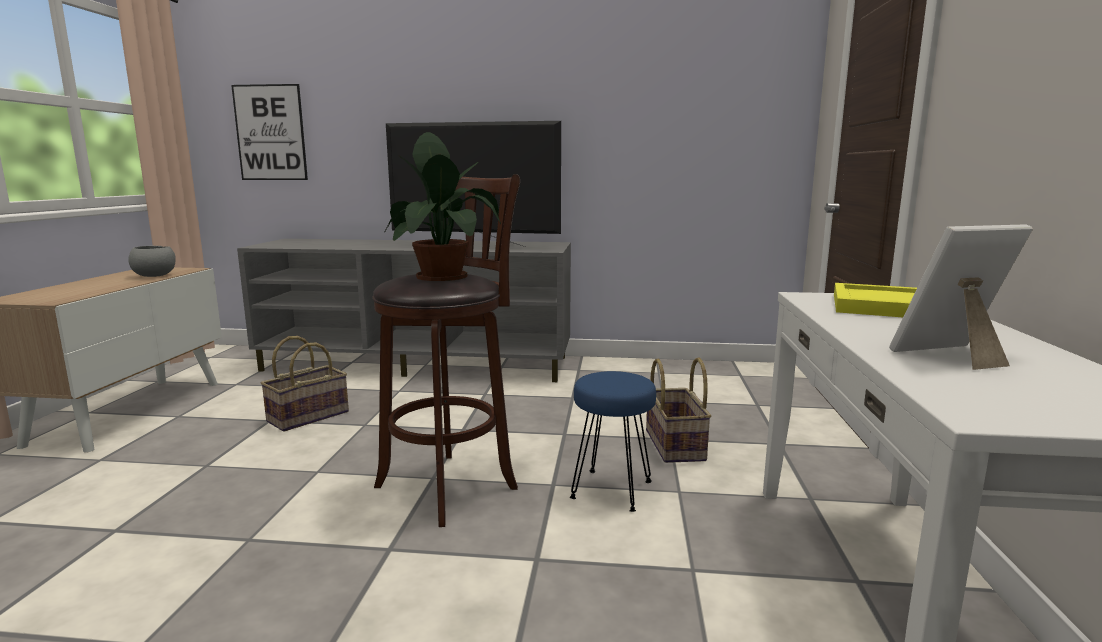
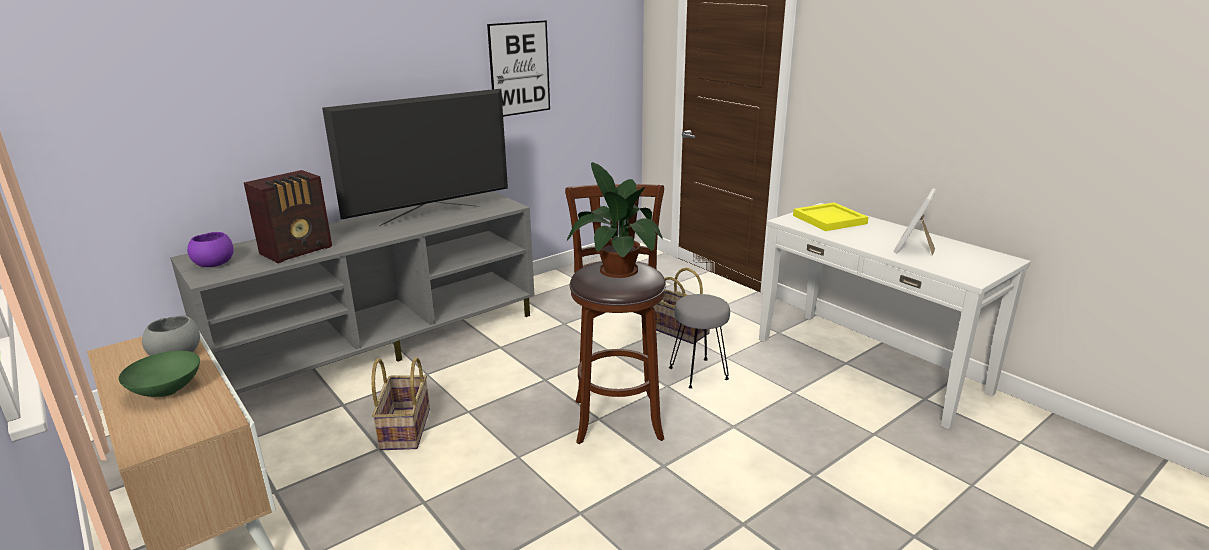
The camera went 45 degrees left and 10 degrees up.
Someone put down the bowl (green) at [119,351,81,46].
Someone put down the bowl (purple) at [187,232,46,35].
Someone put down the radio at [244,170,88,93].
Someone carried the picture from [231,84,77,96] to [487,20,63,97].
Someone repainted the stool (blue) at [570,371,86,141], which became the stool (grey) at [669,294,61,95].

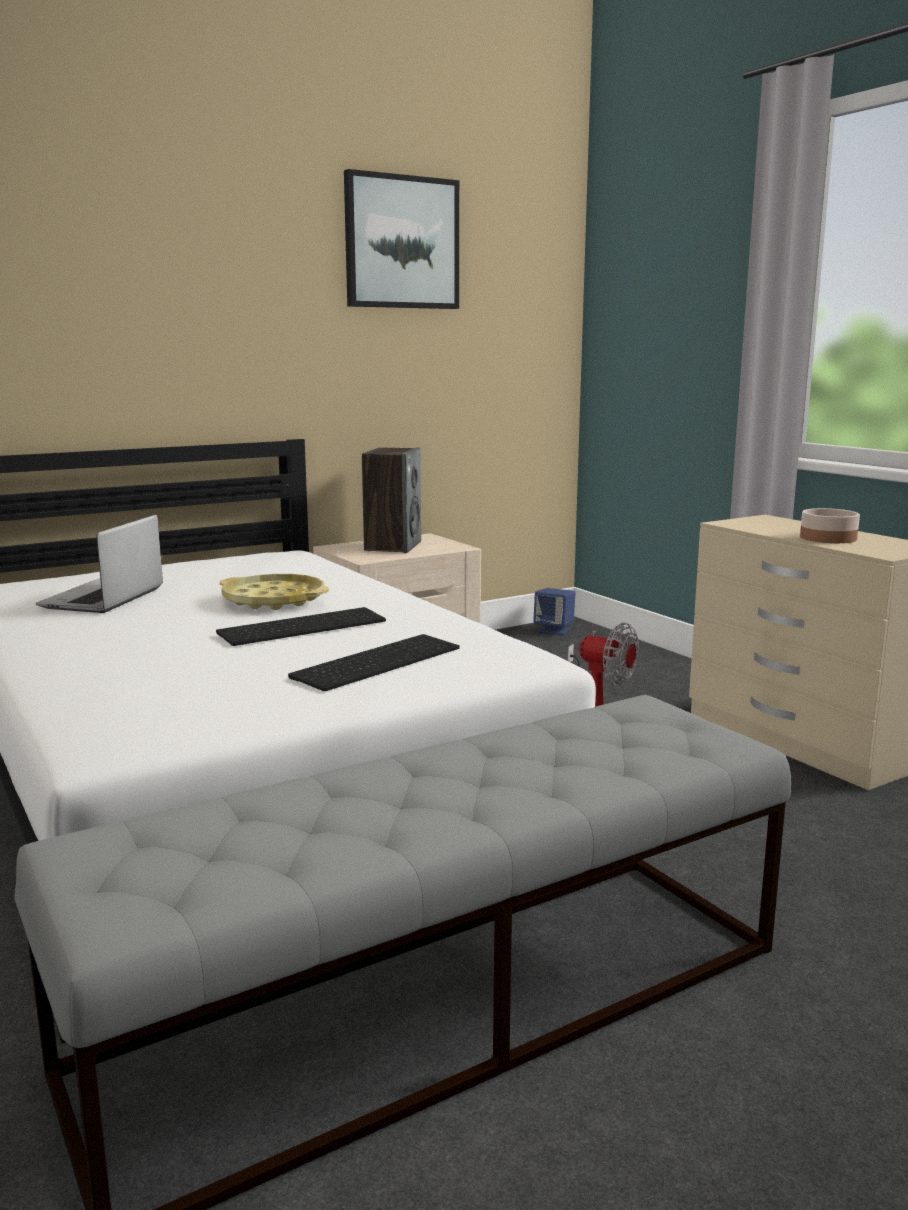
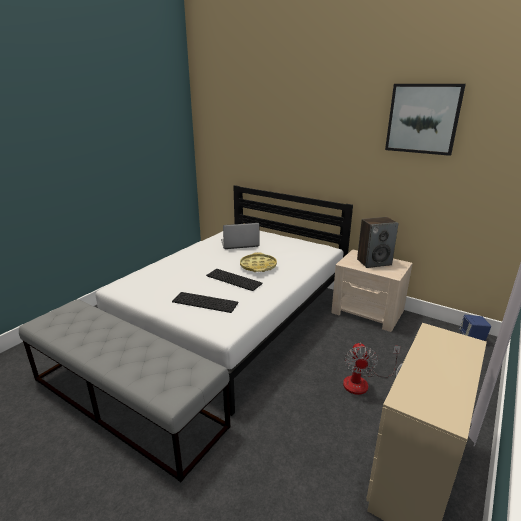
The camera went 65 degrees right and 10 degrees up.
Someone took away the bowl at [800,508,60,35].

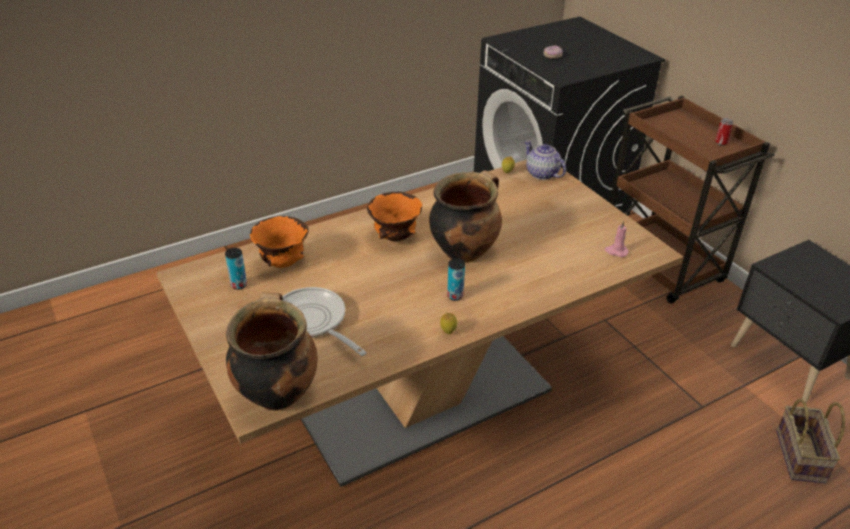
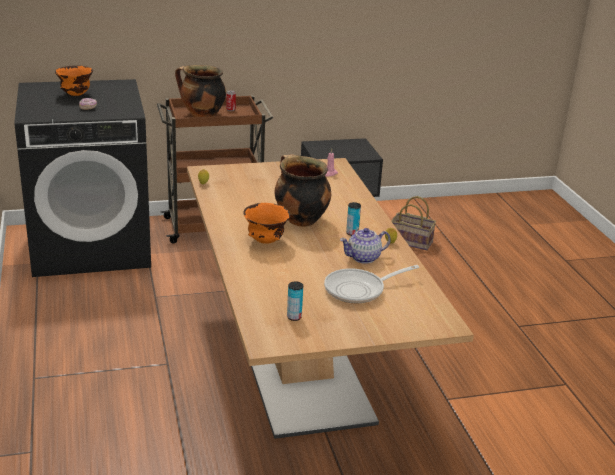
The camera went 75 degrees left and 10 degrees down.
Someone carried the bowl (orange) from [250,216,58,52] to [55,65,38,31].
Someone carried the cooking pot from [226,292,92,119] to [175,65,51,52].
Someone carried the teapot from [524,141,42,39] to [340,228,51,36].

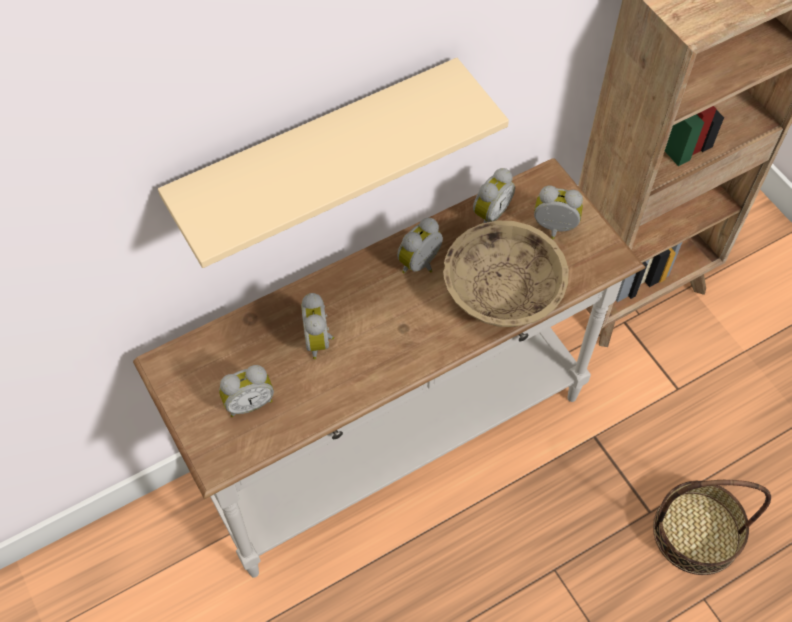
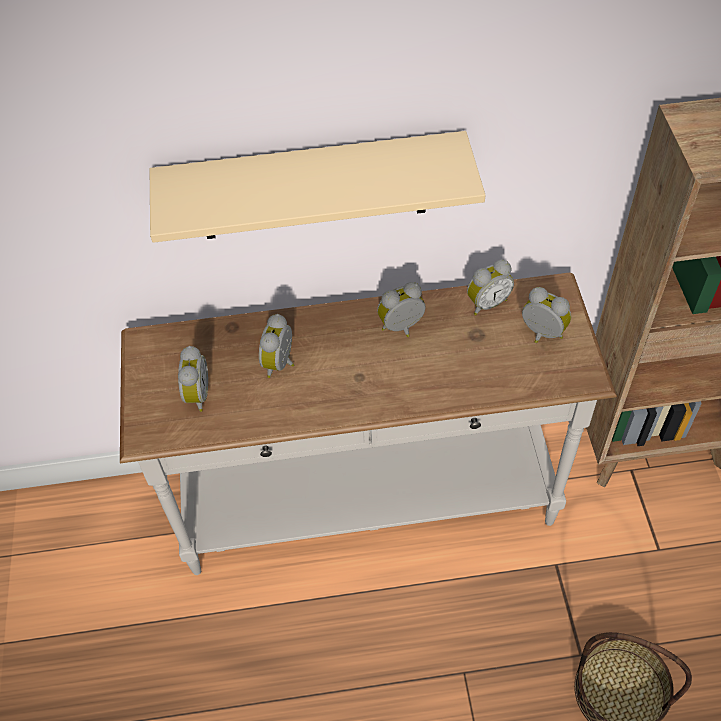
The camera went 25 degrees right and 5 degrees down.
Someone rotated the alarm clock at [219,365,55,52] by 90 degrees counterclockwise.
Someone took away the bowl (beige) at [443,221,126,106].

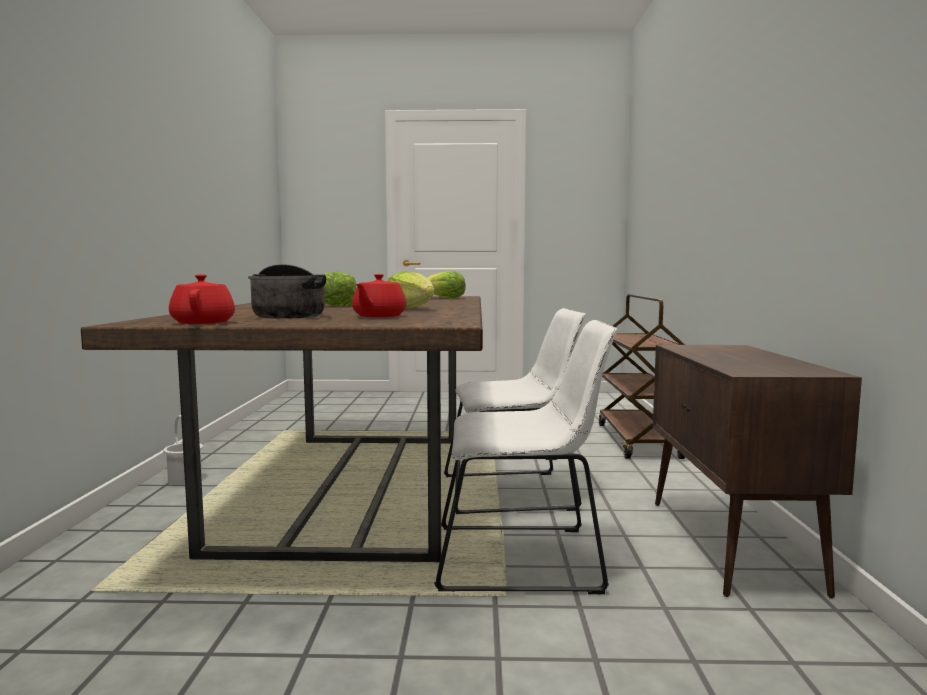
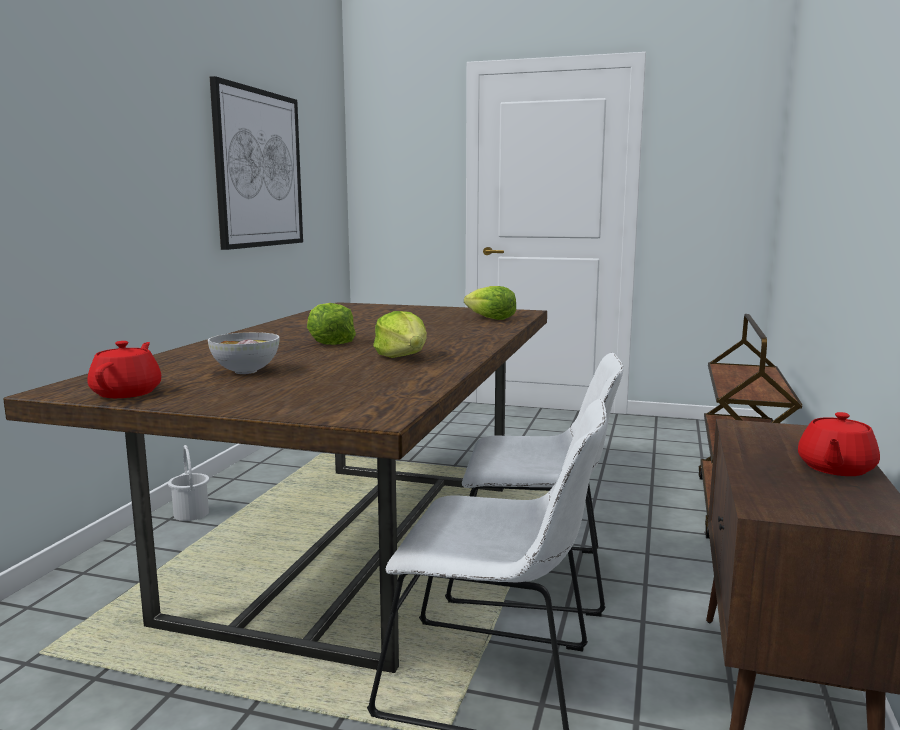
The camera went 15 degrees right and 5 degrees up.
Someone swapped the cooking pot at [248,264,78,55] for the bowl at [208,332,71,42].
Someone put up the picture at [210,76,93,174].
Someone carried the teapot (red) from [352,274,54,43] to [798,412,82,64].

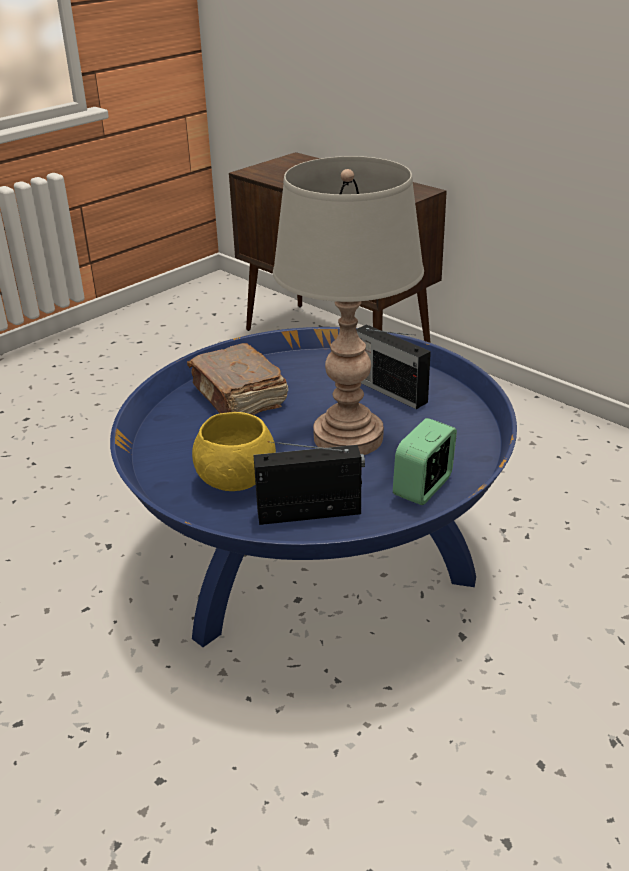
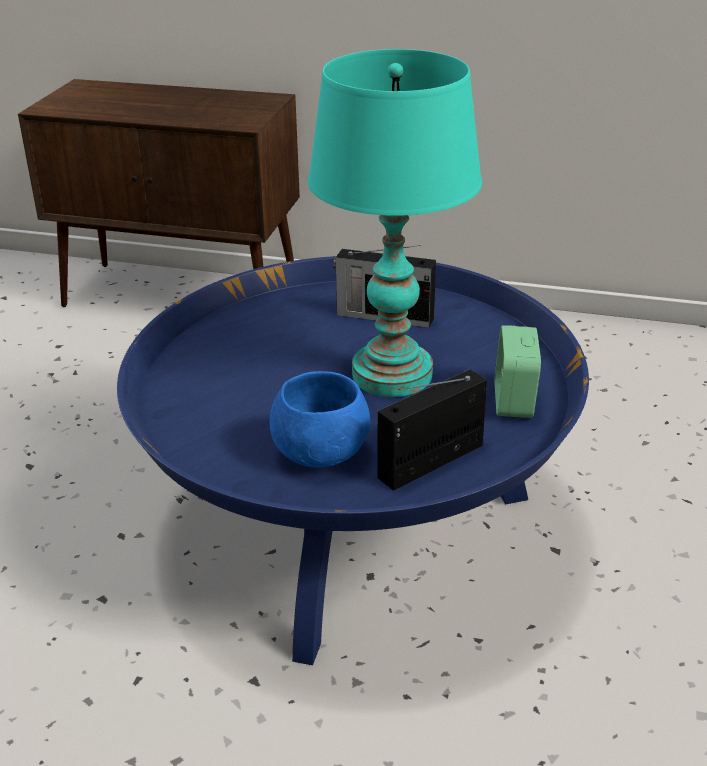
The camera went 30 degrees left and 0 degrees up.
Someone repainted the bowl (yellow) at [192,412,84,79], which became the bowl (blue) at [270,371,101,97].
Someone repainted the table lamp (grey) at [273,156,151,299], which became the table lamp (turquoise) at [308,49,174,348].
Someone took away the book (brown) at [187,343,101,72].

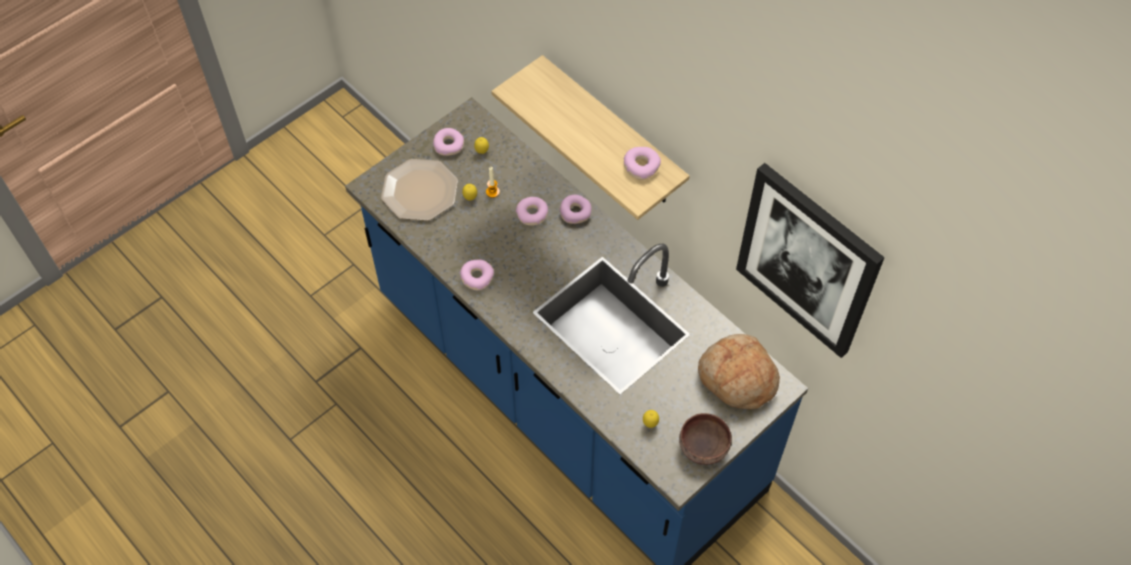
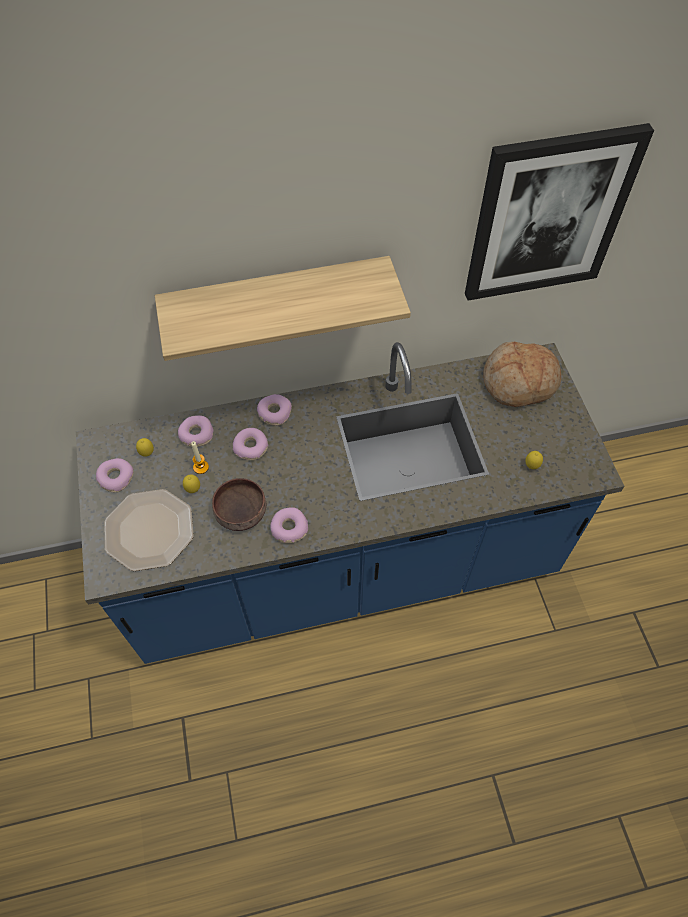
The camera went 60 degrees left and 0 degrees up.
Someone carried the donut from [624,147,37,33] to [178,415,36,32].
Someone carried the bowl (brown) from [679,413,52,52] to [212,478,54,53].

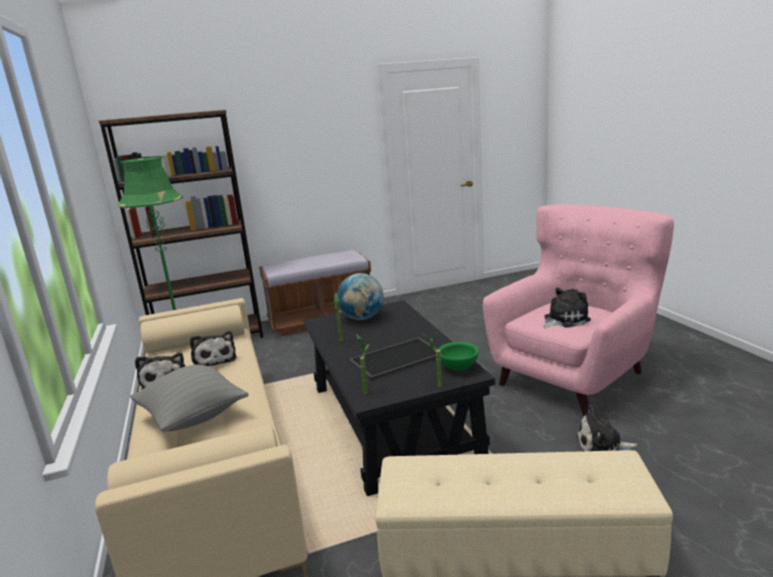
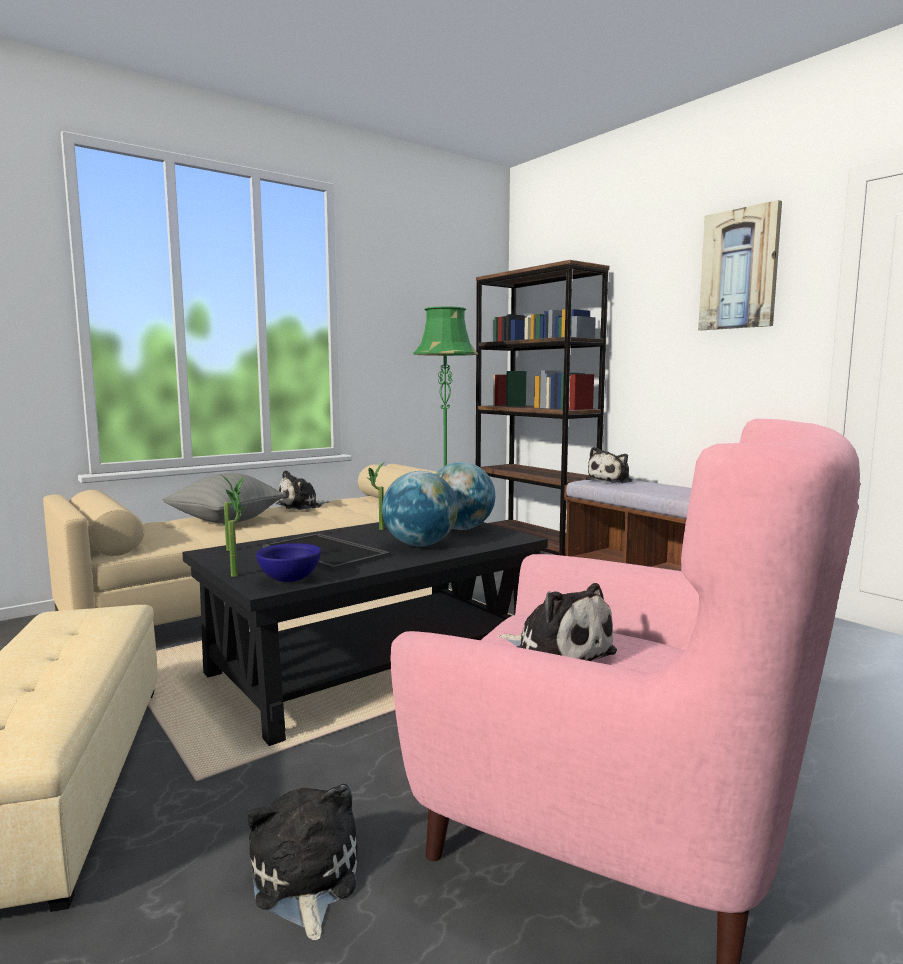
The camera went 70 degrees right and 10 degrees down.
Someone repainted the bowl (green) at [438,342,41,29], which became the bowl (blue) at [256,543,65,39].
Someone put down the globe at [382,471,76,75].
Someone carried the plush toy from [190,331,47,36] to [586,447,47,37].
Someone put up the picture at [698,200,84,130].

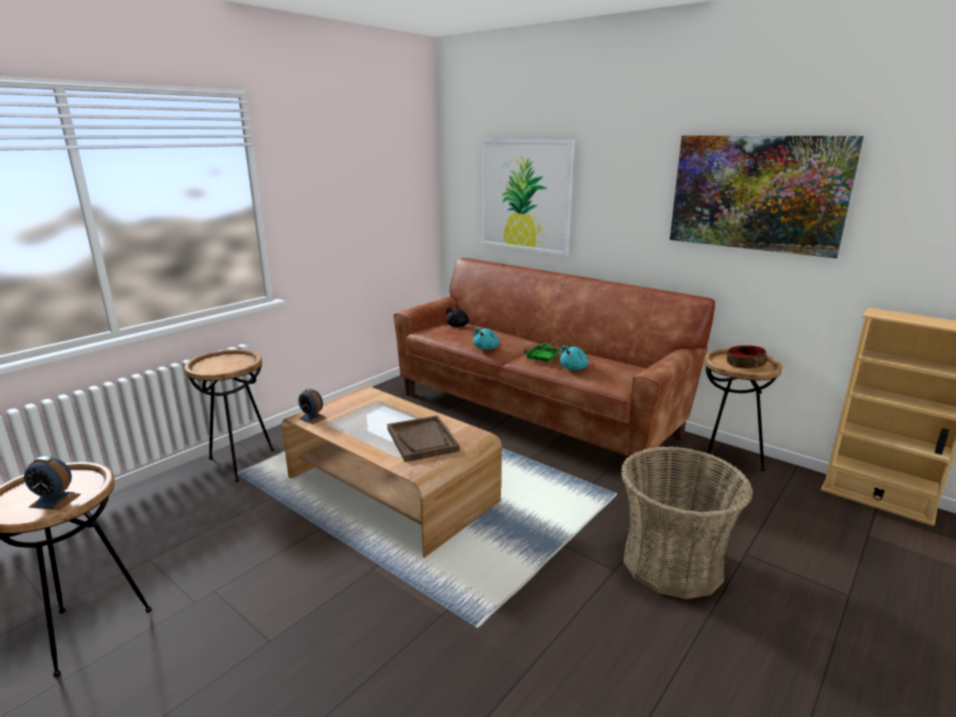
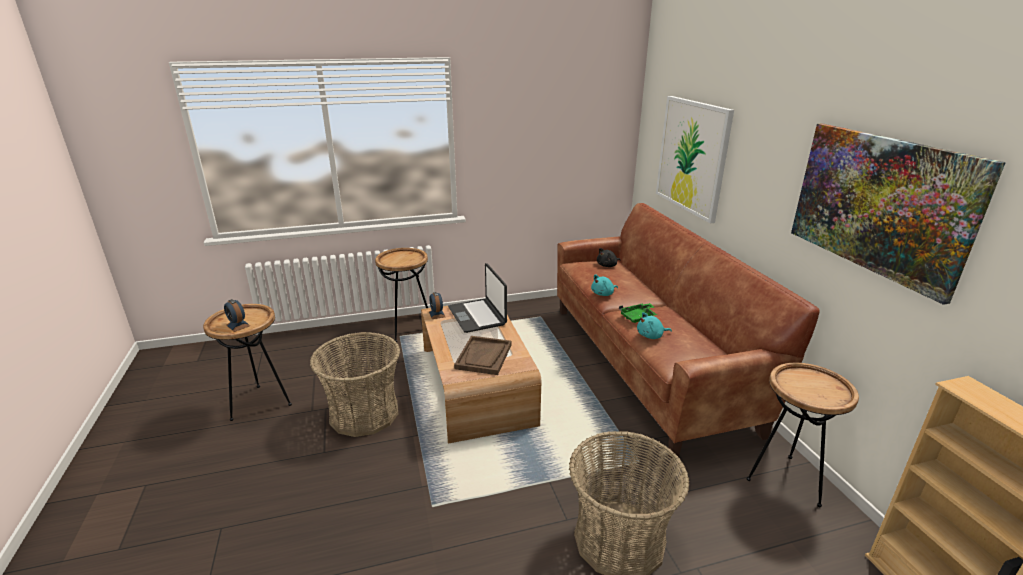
The camera went 35 degrees right and 5 degrees up.
Someone put down the basket at [310,332,90,105].
Someone put down the laptop at [448,263,59,70].
Someone took away the bowl at [727,345,40,24].

